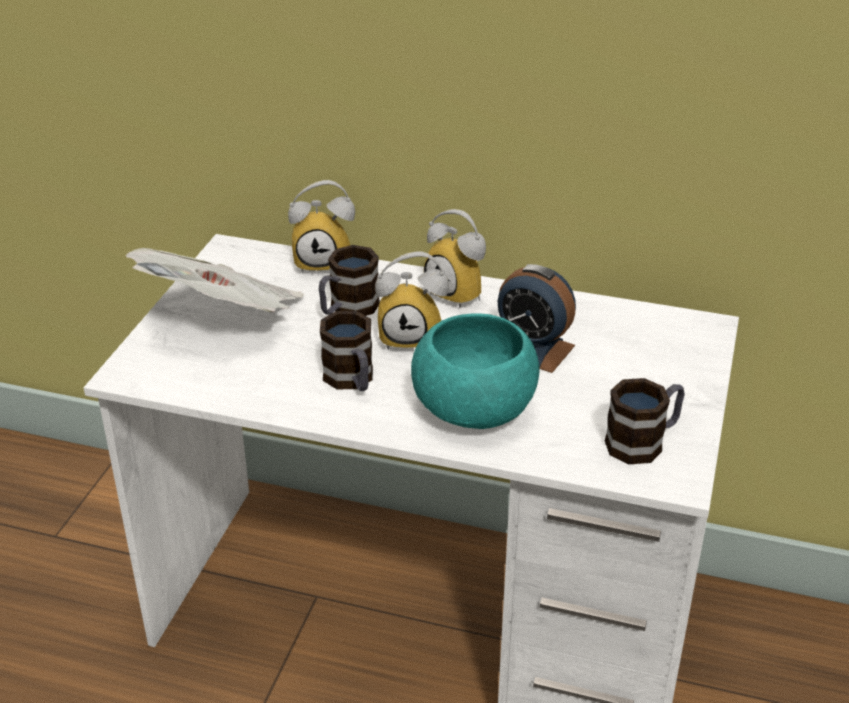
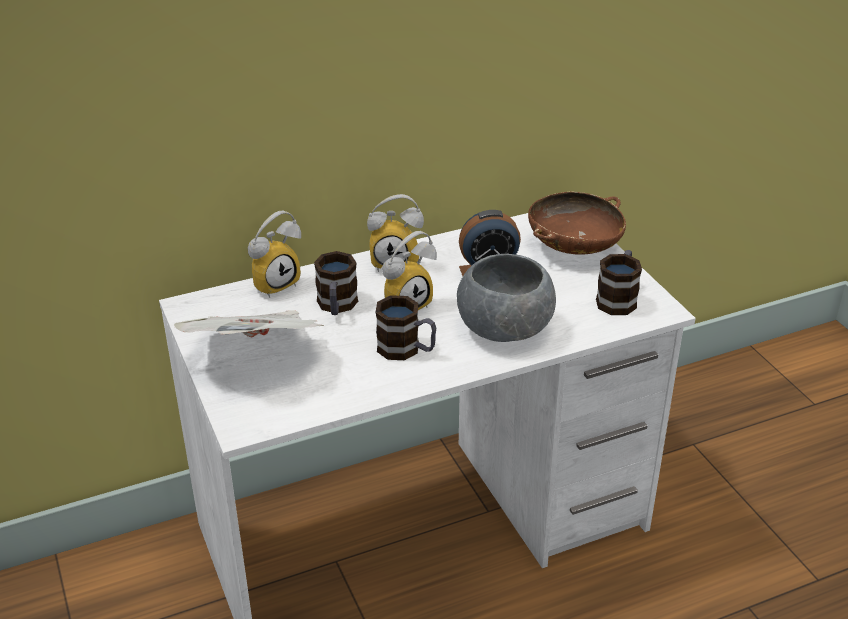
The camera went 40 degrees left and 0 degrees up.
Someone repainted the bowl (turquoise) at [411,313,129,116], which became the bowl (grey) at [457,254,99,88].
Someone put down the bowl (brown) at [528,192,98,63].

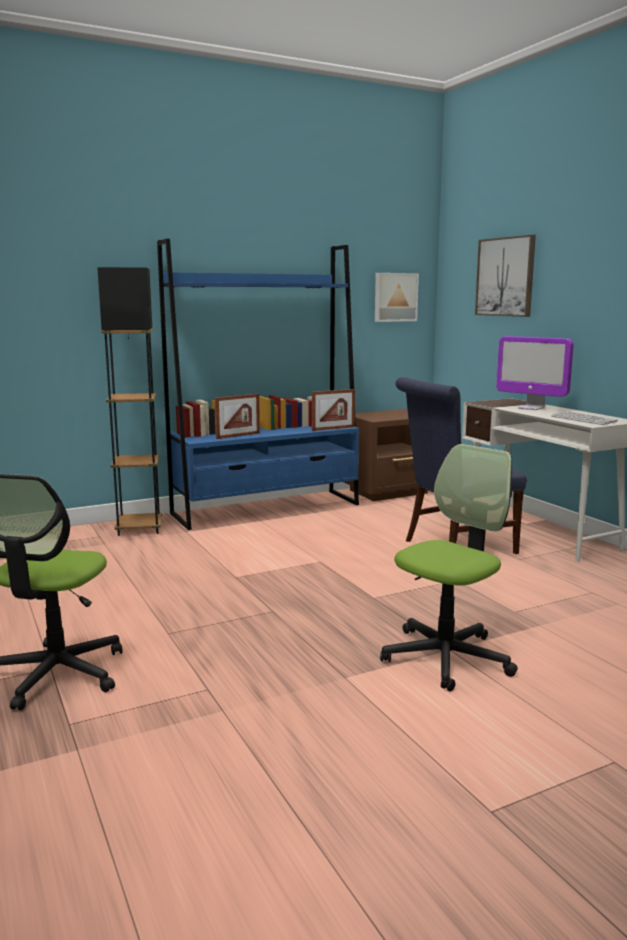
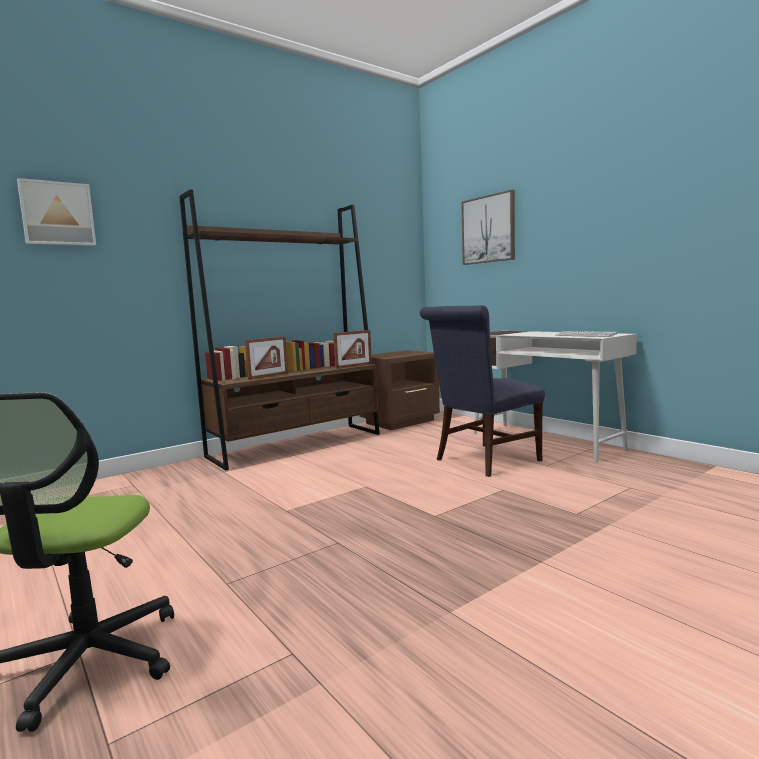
The camera went 10 degrees left and 5 degrees down.
Someone carried the picture from [375,273,44,49] to [17,178,79,68].
Someone repainted the bookcase (blue) at [157,239,202,291], which became the bookcase (brown) at [179,189,201,281].
Someone took away the floor lamp (black) at [97,267,65,269].
Someone took away the office chair at [380,444,138,248].
Someone took away the monitor at [496,336,78,74].

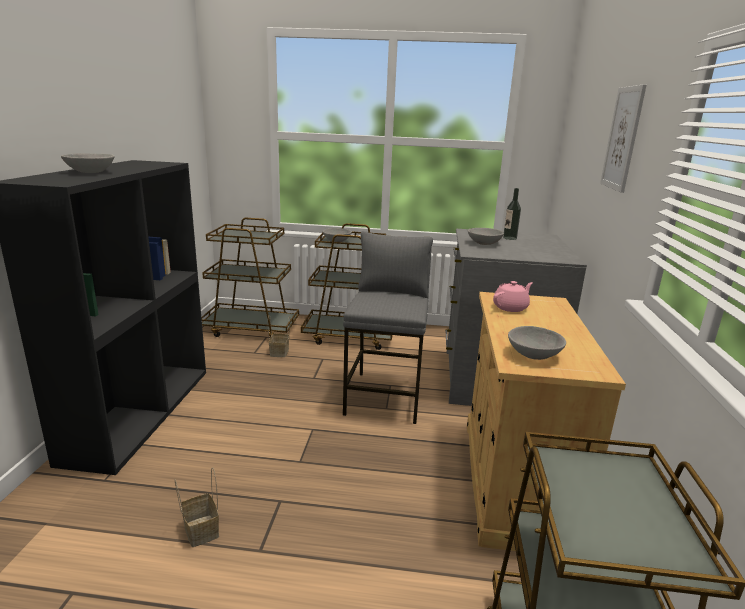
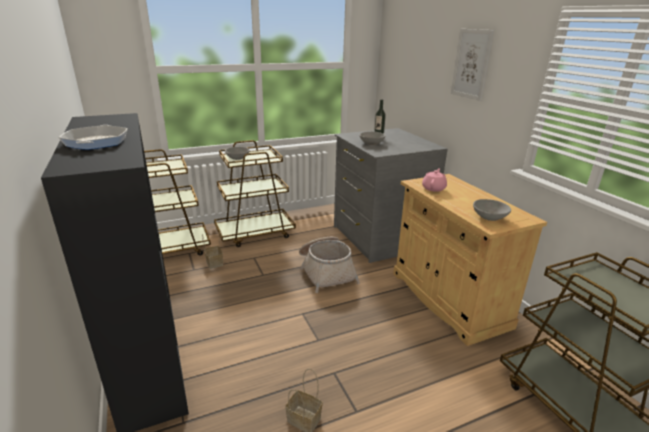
The camera went 30 degrees left and 5 degrees up.
Someone swapped the bowl (grey) at [61,153,53,20] for the frying pan at [58,125,70,25].
Someone swapped the stool (grey) at [343,231,90,193] for the basket at [299,237,61,56].

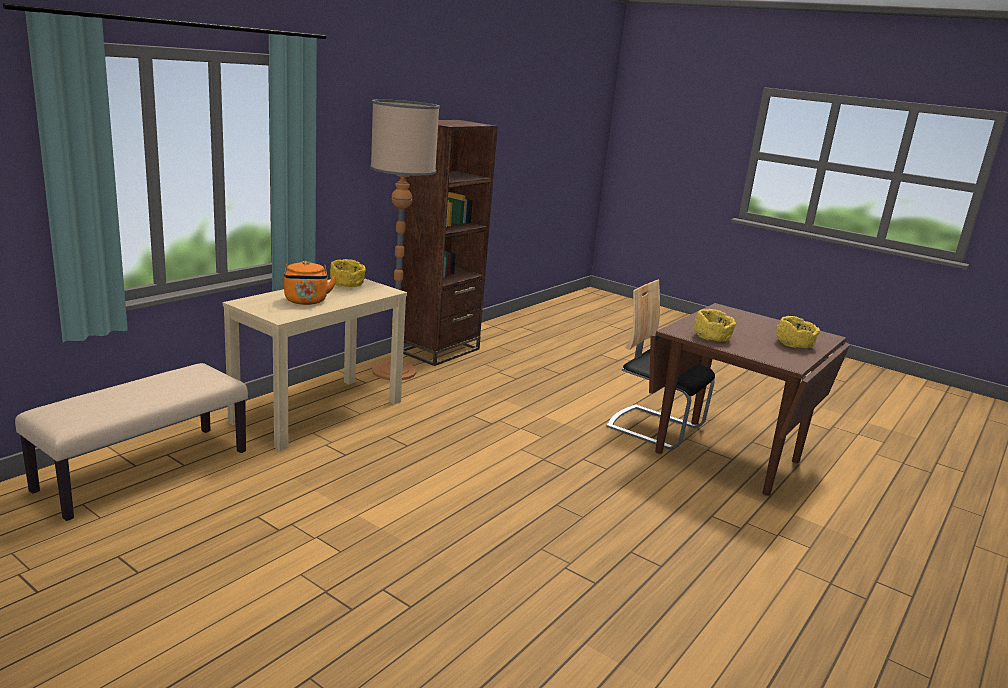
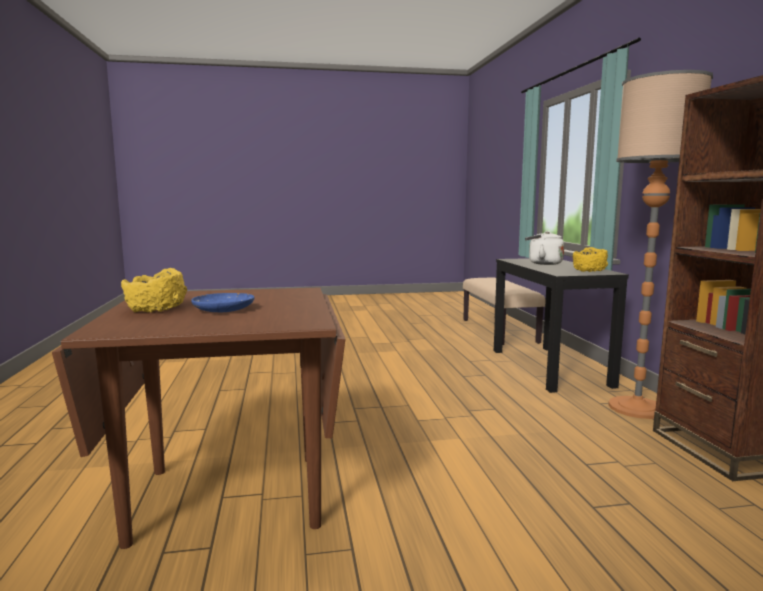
The camera went 135 degrees right and 10 degrees down.
Someone put down the plate (blue) at [191,293,64,19].
Someone repainted the console table (beige) at [223,278,184,173], which became the console table (black) at [494,258,135,135].
Someone repainted the kettle (orange) at [284,261,53,44], which became the kettle (white) at [525,231,39,34].
Someone took away the chair at [607,280,108,169].
Someone took away the bowl (yellow) at [694,309,42,33].

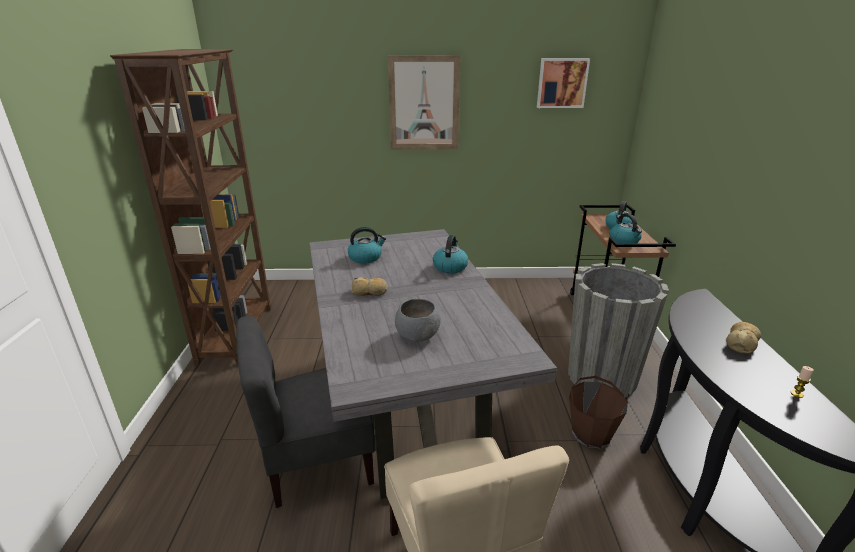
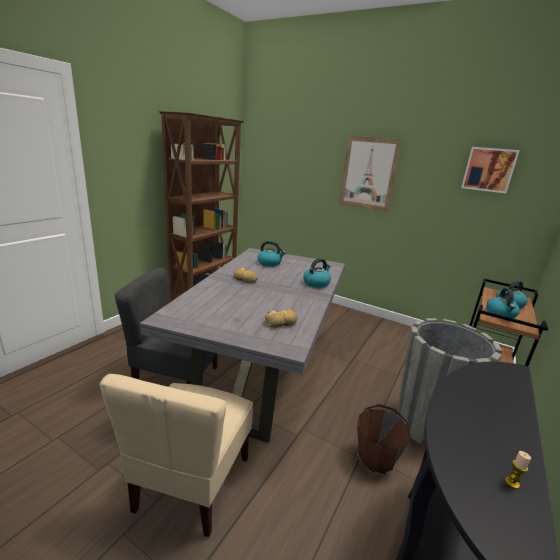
The camera went 30 degrees right and 5 degrees down.
Someone carried the bread from [726,322,35,32] to [265,309,33,19].
Someone took away the bowl (grey) at [395,299,46,43].

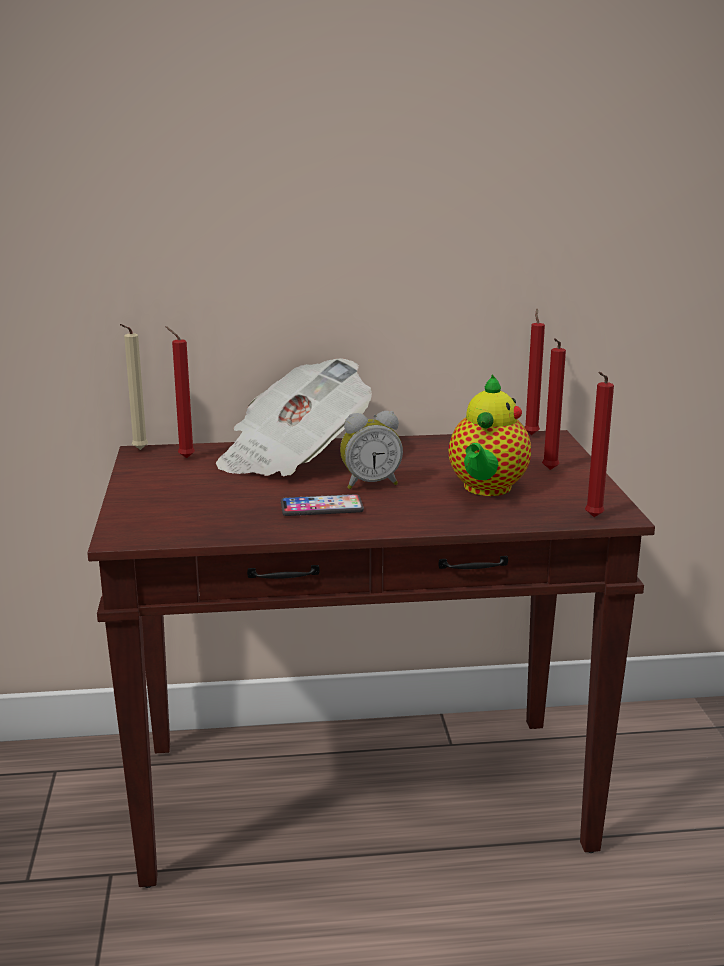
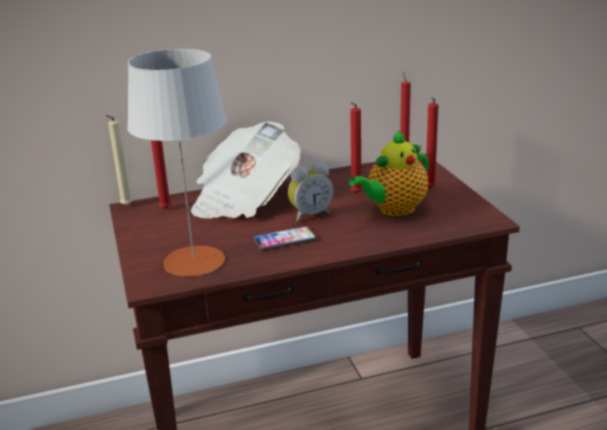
The camera went 10 degrees left and 5 degrees up.
Someone put down the table lamp (grey) at [127,49,100,228].
Someone rotated the teapot at [449,375,82,121] by 45 degrees clockwise.
Someone carried the candle (red) from [585,372,29,145] to [350,102,12,92].

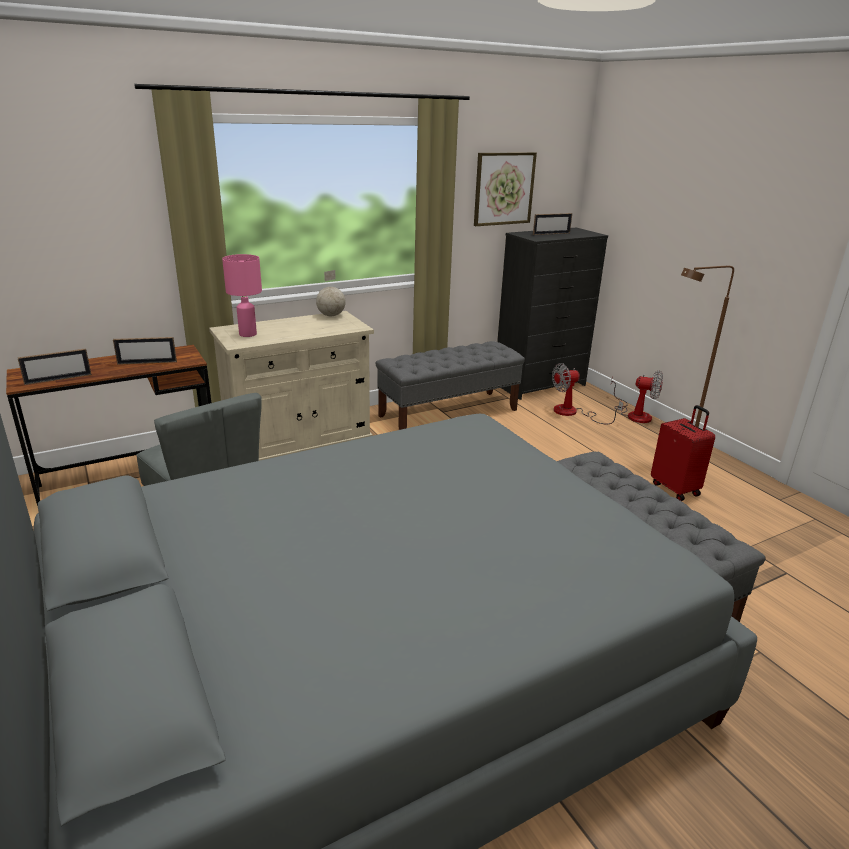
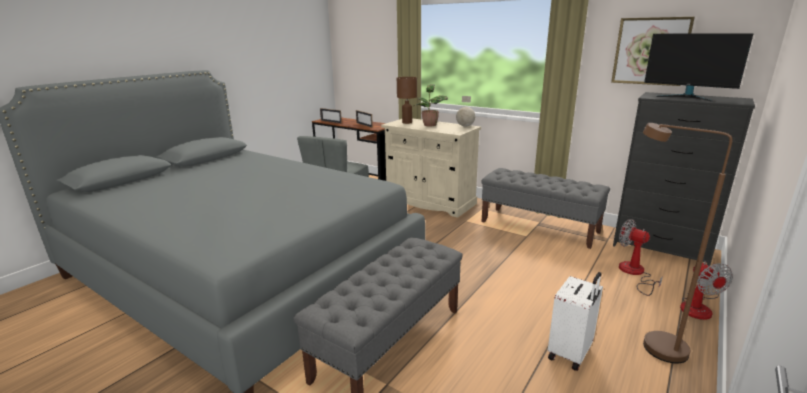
The camera went 65 degrees right and 5 degrees down.
Someone repainted the table lamp (pink) at [222,254,40,83], which became the table lamp (brown) at [397,77,20,47].
Someone put down the potted plant at [414,84,34,43].
Someone repainted the suitcase (red) at [651,405,64,96], which became the suitcase (white) at [548,272,55,99].
Someone swapped the picture frame at [533,213,39,22] for the monitor at [644,33,110,69].

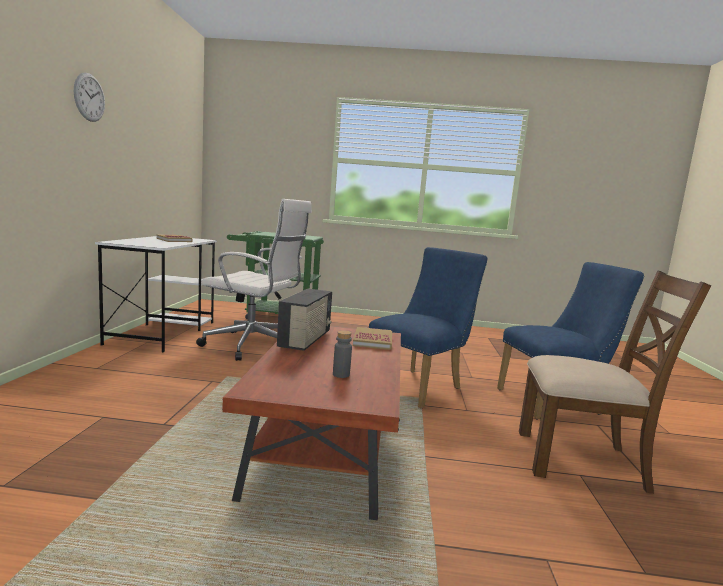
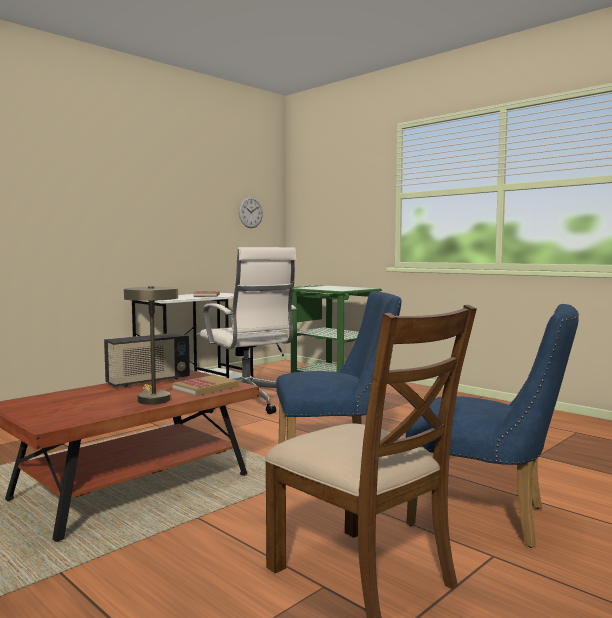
The camera went 40 degrees right and 5 degrees down.
Someone put down the table lamp (beige) at [124,286,54,119].
Someone carried the wall clock from [74,73,31,49] to [239,197,24,31].
Someone took away the bottle (grey) at [333,330,19,48].

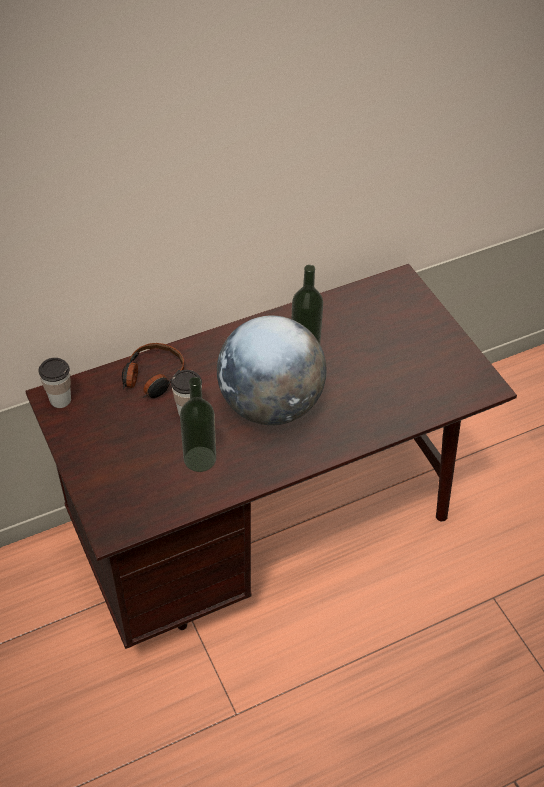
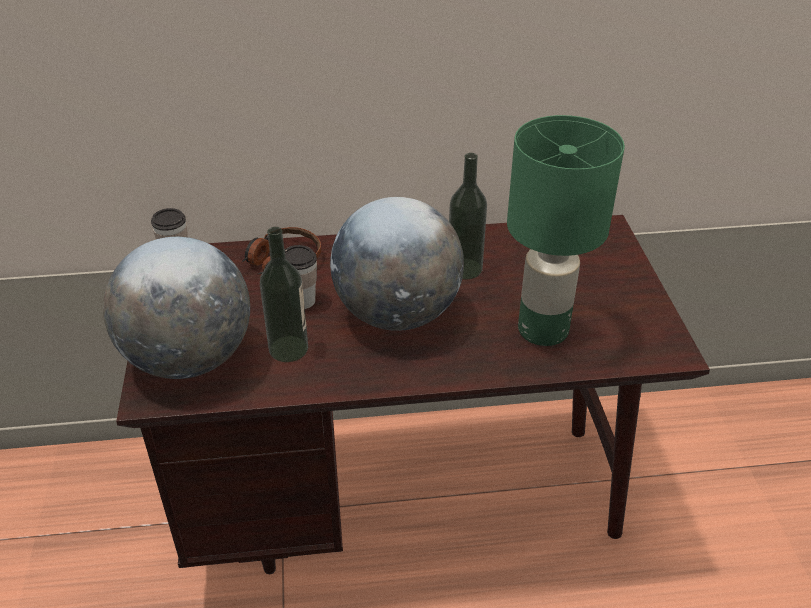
The camera went 20 degrees right and 10 degrees down.
Someone put down the globe at [103,237,147,142].
Someone put down the table lamp (green) at [507,115,118,231].

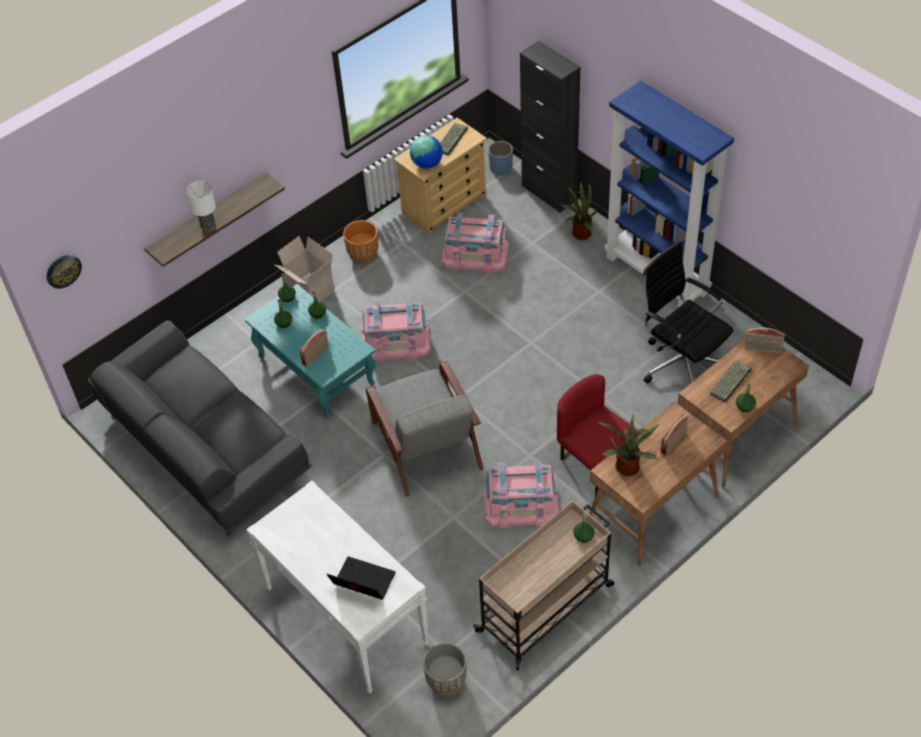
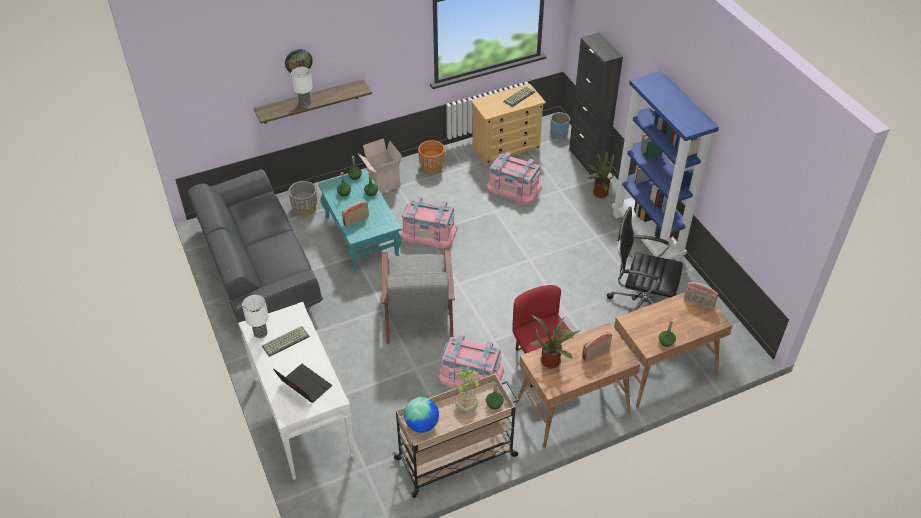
The camera went 15 degrees right and 5 degrees down.
Someone put down the table lamp at [242,295,27,43].
Someone carried the keyboard from [710,360,42,43] to [262,326,48,31].
Someone carried the wall clock from [47,255,35,34] to [285,49,28,24].
Someone carried the planter (grey) from [423,643,44,53] to [288,181,29,35].
Someone carried the globe from [410,135,33,34] to [404,397,35,36].
Someone put down the potted plant at [455,365,25,47].
Someone rotated the office chair (black) at [643,241,90,142] by 45 degrees counterclockwise.

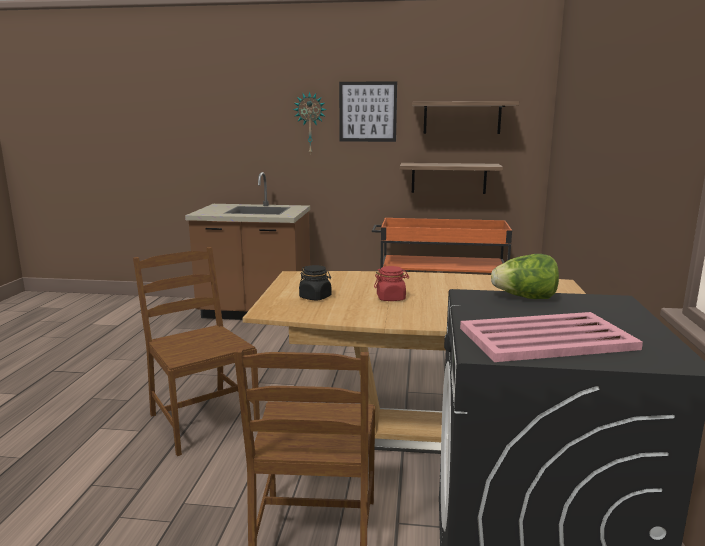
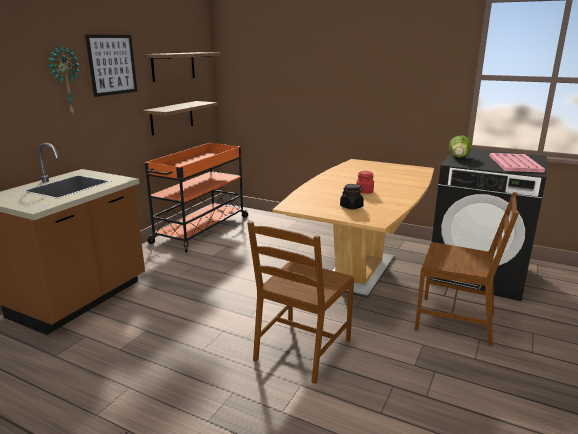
The camera went 70 degrees left and 5 degrees up.
Someone rotated the chair (brown) at [133,247,127,209] by 45 degrees counterclockwise.

